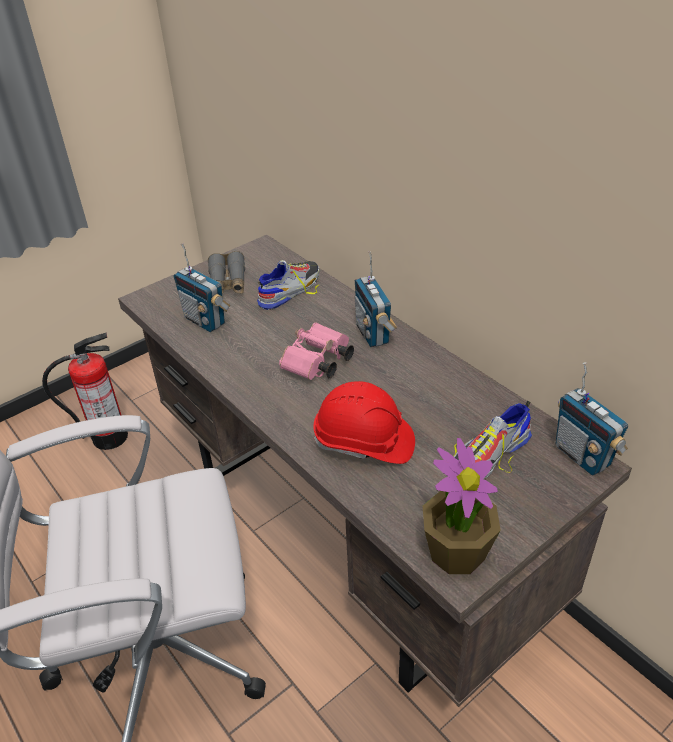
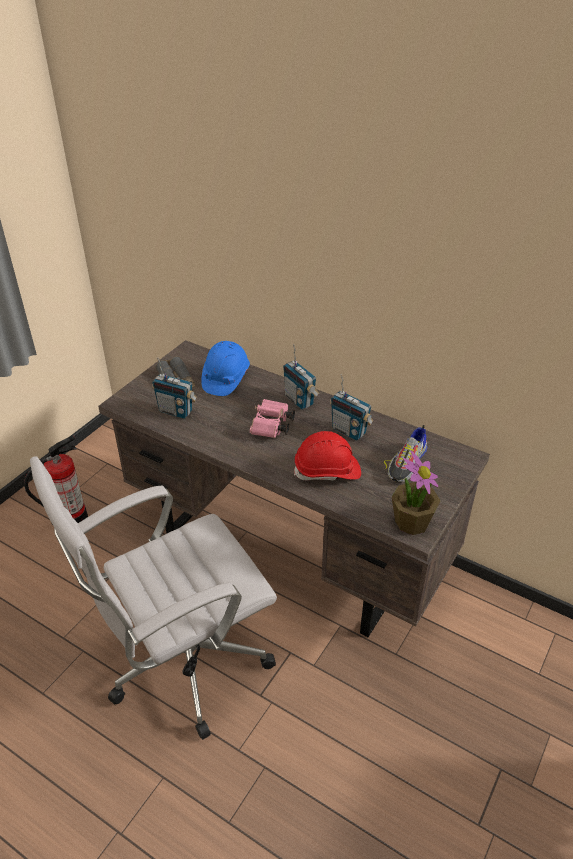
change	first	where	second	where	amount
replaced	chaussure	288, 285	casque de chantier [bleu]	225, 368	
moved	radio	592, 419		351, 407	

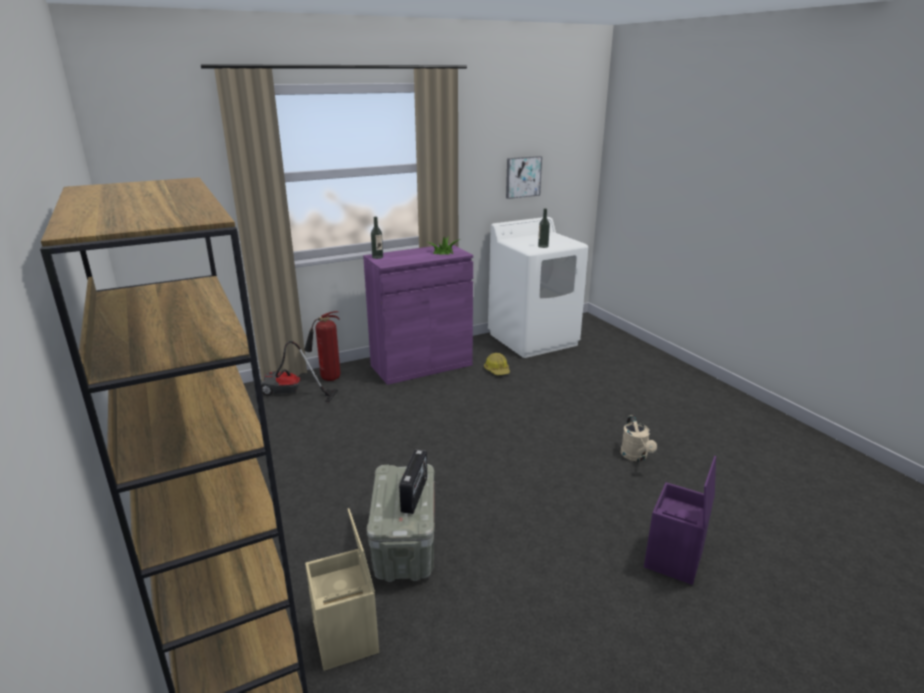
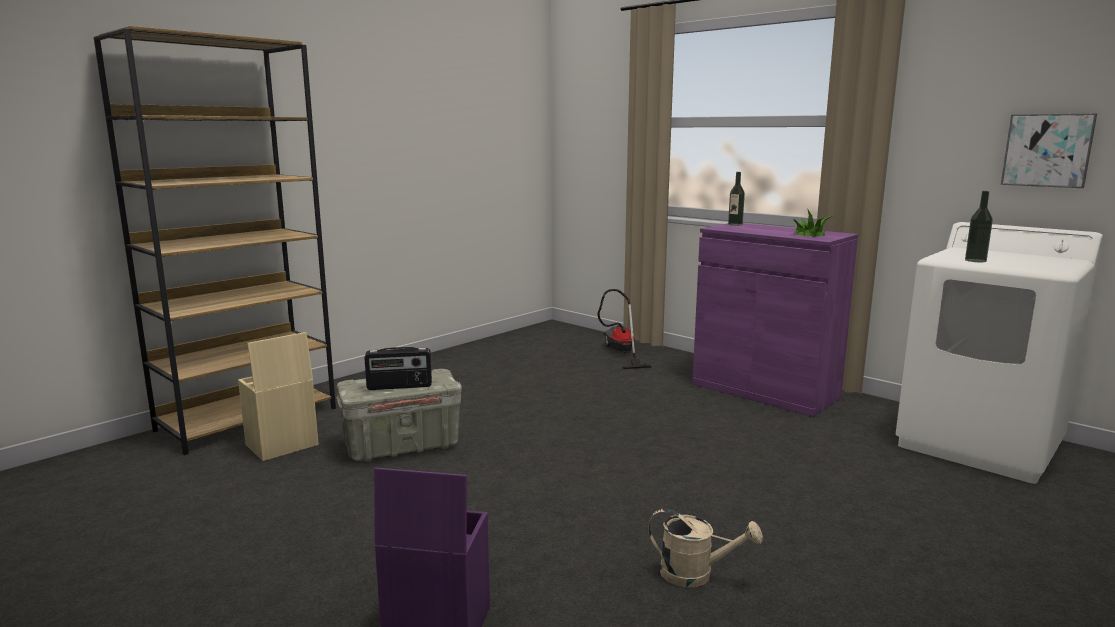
change	first	where	second	where	amount
removed	extincteur	322, 346			
removed	casque de chantier	497, 364			
turned	arrosoir [beige]	639, 438		705, 547	135 degrees counterclockwise

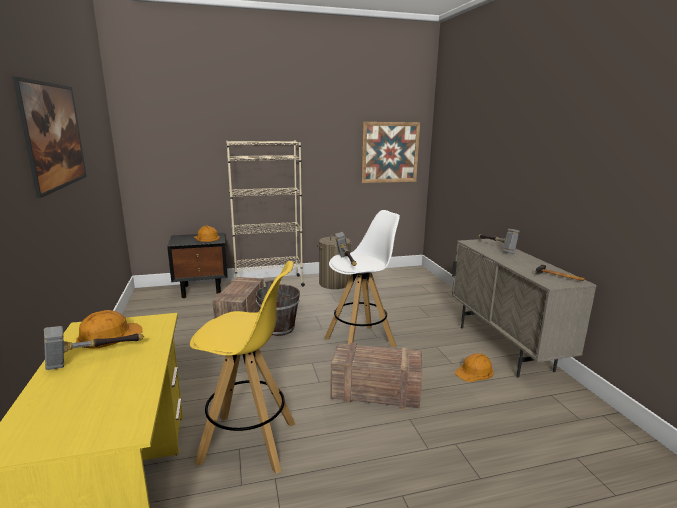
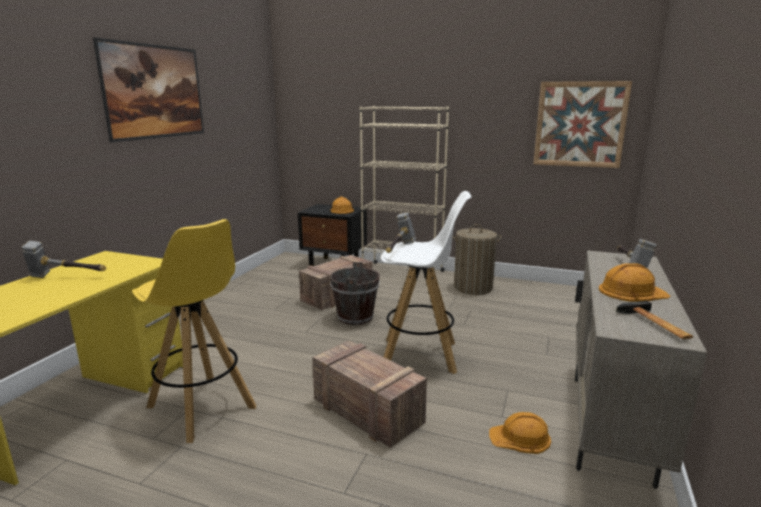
change	first	where	second	where	amount
moved	casque de chantier [orange]	109, 329		635, 282	

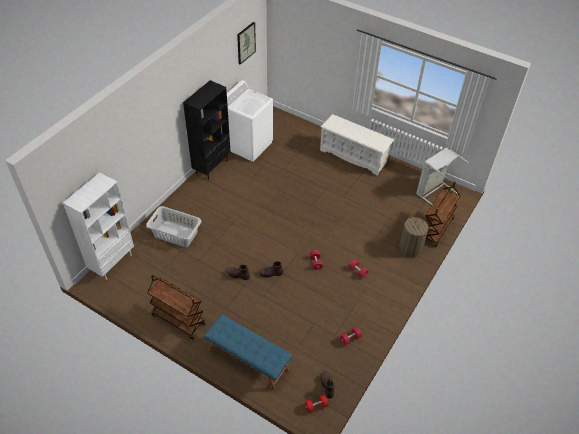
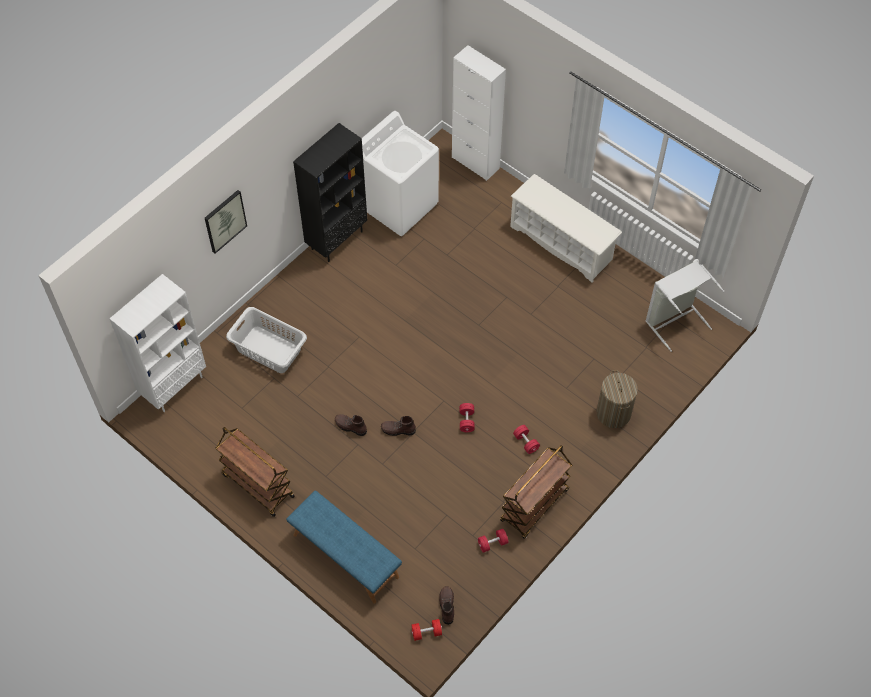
change	first	where	second	where	amount
moved	tableau	246, 43		226, 222	
moved	chariot [marron]	443, 214		536, 492	
added			meuble de rangement [blanc]	479, 113	

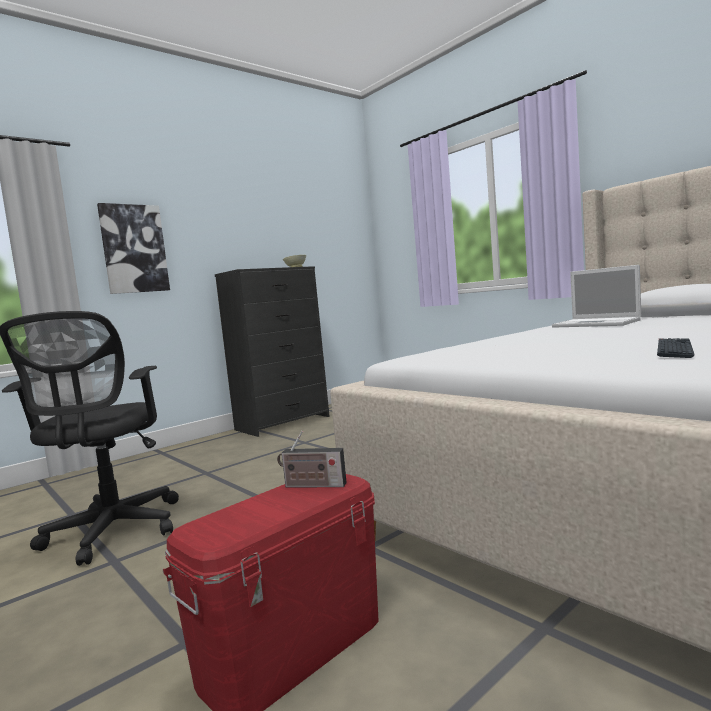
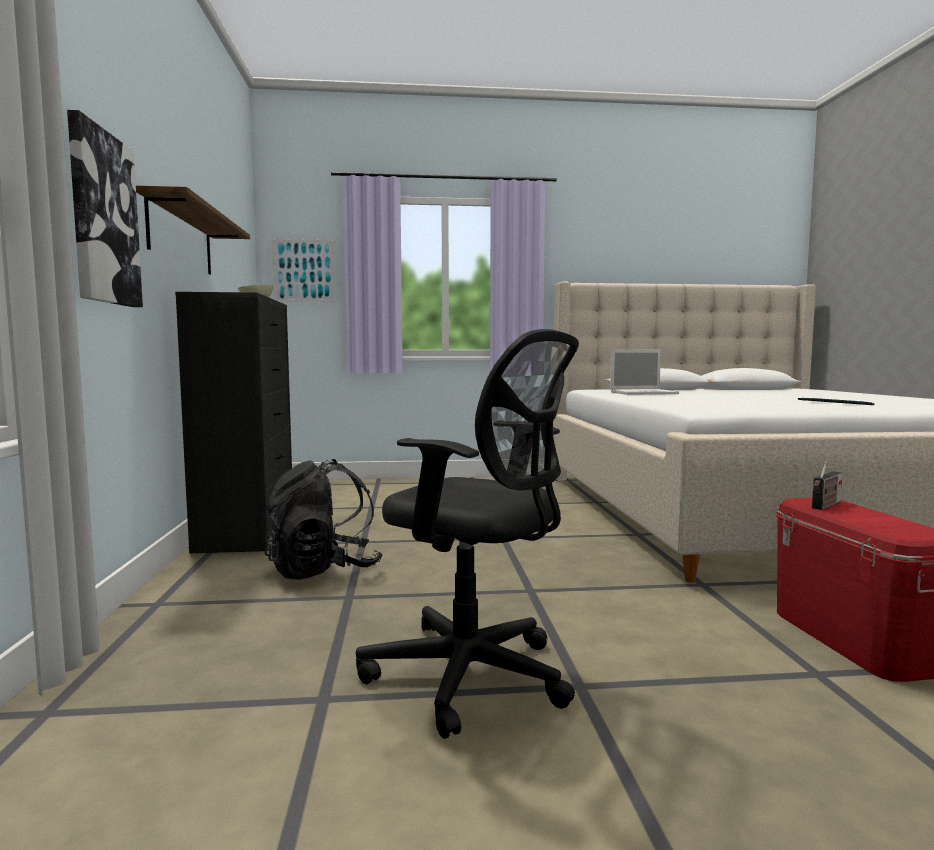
change	first	where	second	where	amount
added			étagère	193, 230	
added			tableau	304, 270	
added			sac à dos [noir]	324, 519	

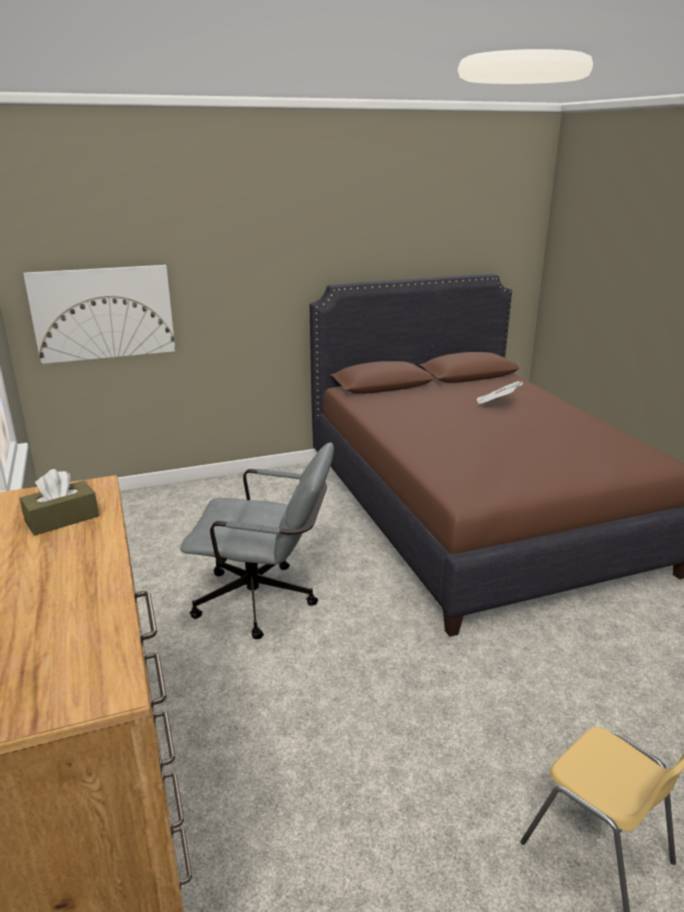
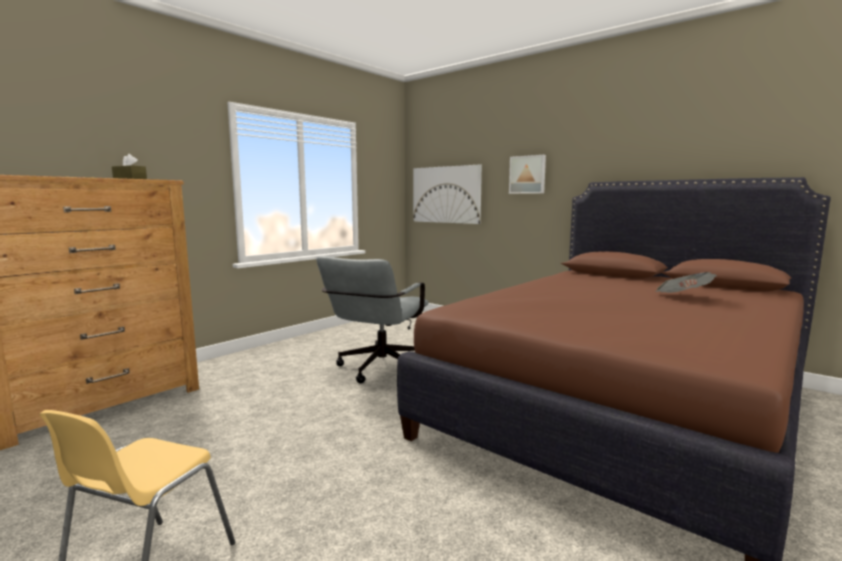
change	first	where	second	where	amount
turned	chaise de bureau [gris]	257, 540		372, 319	45 degrees clockwise
added			tableau	527, 174	

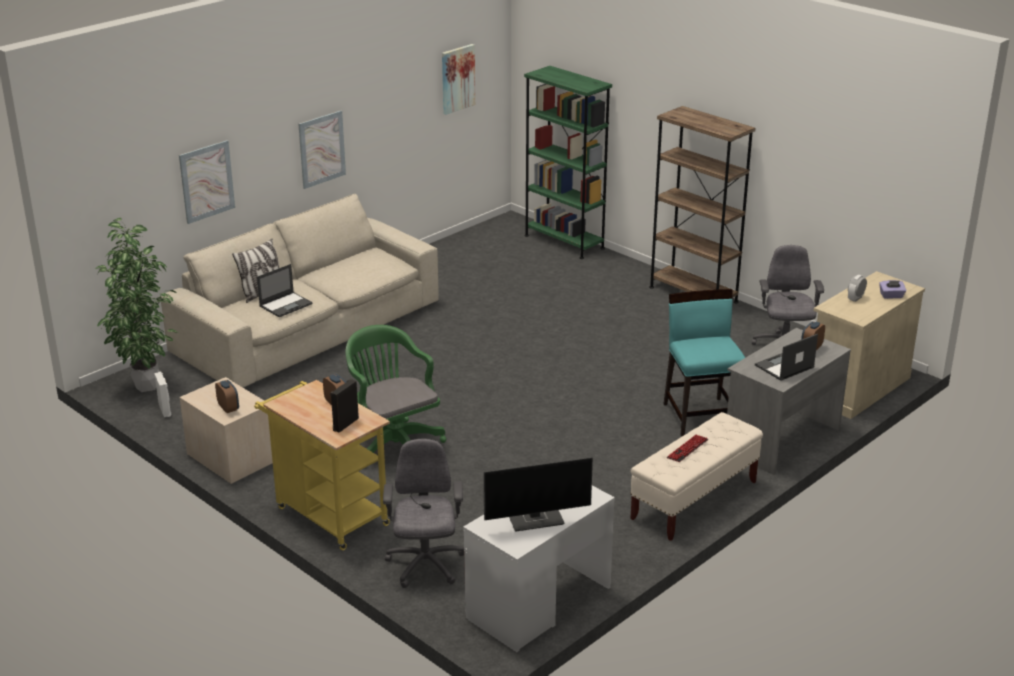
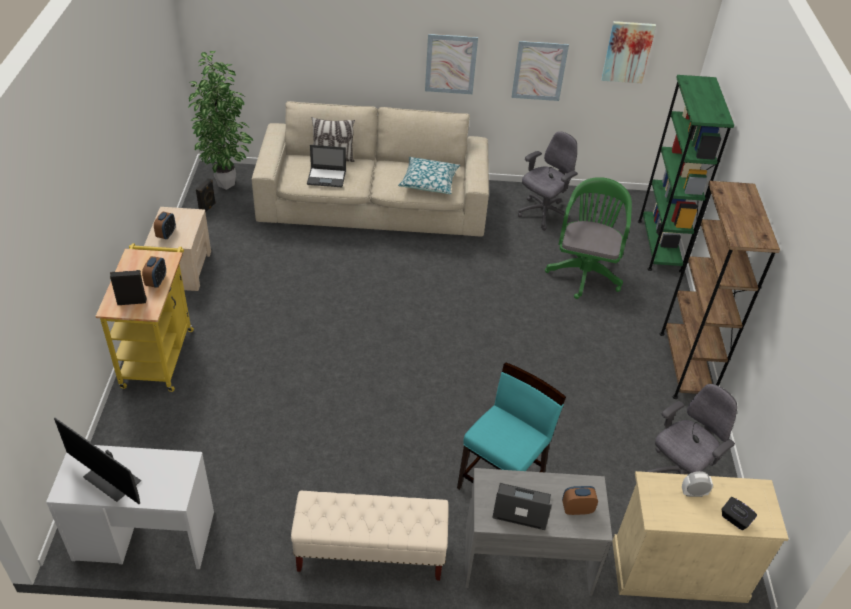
change	first	where	second	where	amount
moved	tableau	207, 182		540, 71	
recoloured	boîte à mouchoirs [violet]	892, 289	boîte à mouchoirs [noir]	739, 513	
moved	chaise de bureau [vert]	395, 389		588, 238	
recoloured	enceinte [blanc]	162, 394	enceinte [noir]	206, 195	
removed	clavier	687, 448			
moved	chaise de bureau [gris]	423, 513		548, 181	
added			coussin	429, 175	

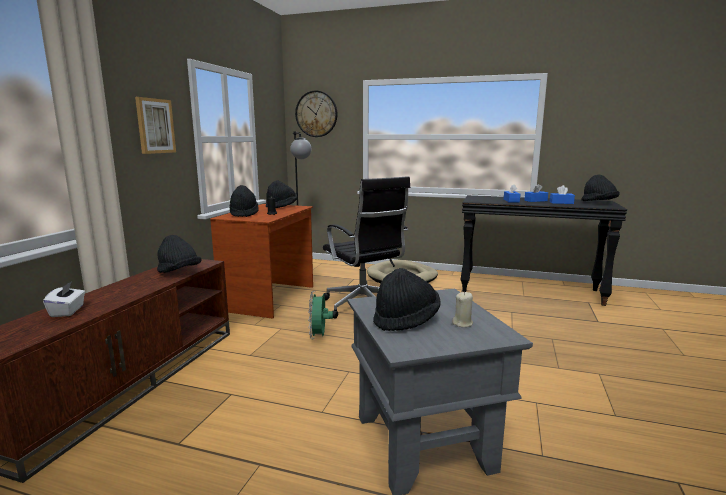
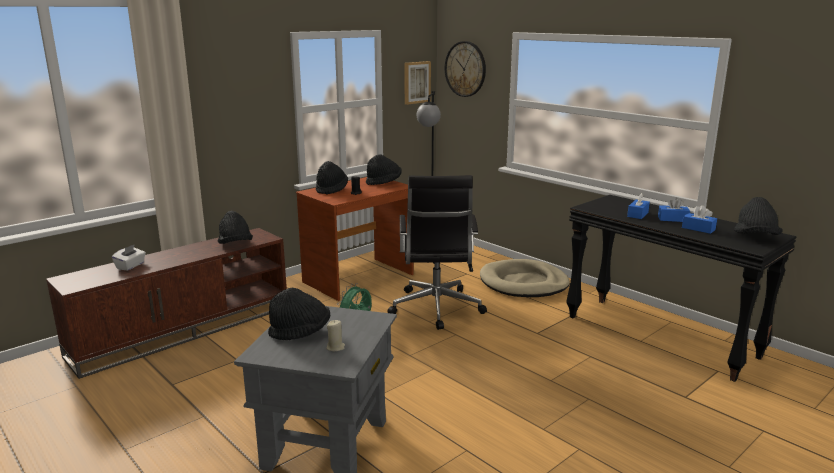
change	first	where	second	where	amount
moved	tableau	155, 125		417, 83	

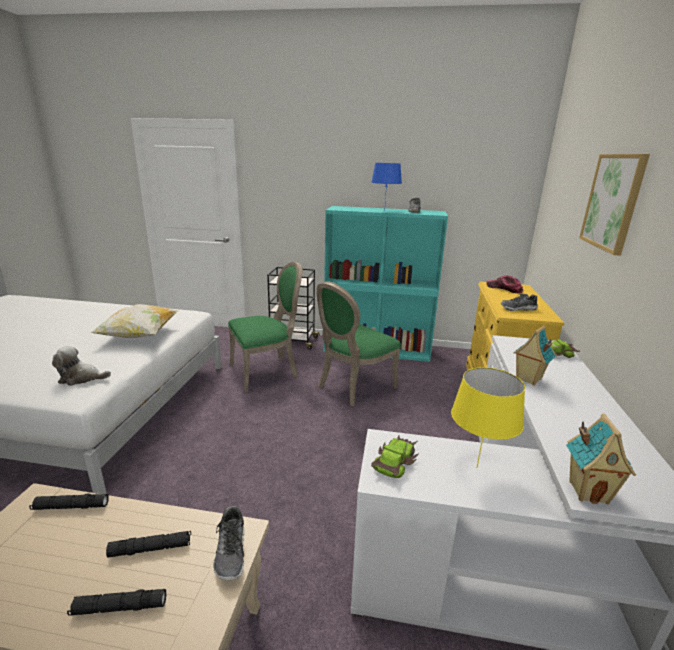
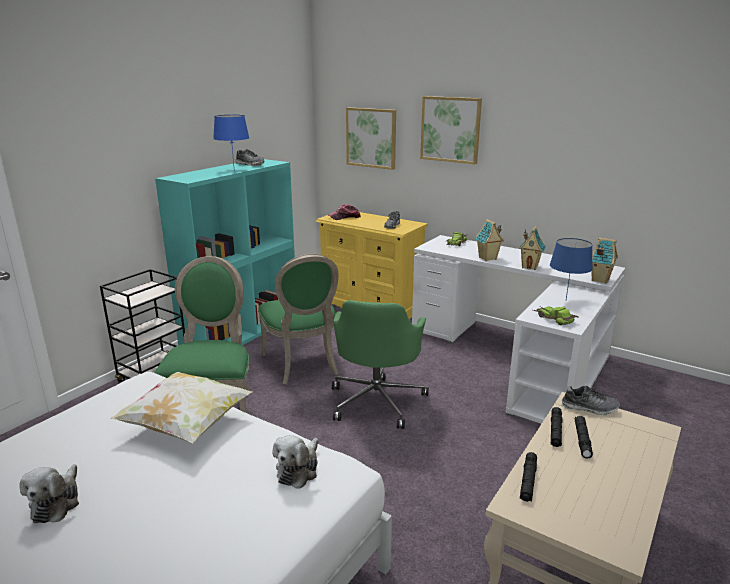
change	first	where	second	where	amount
recoloured	lampe de table [jaune]	488, 417	lampe de table [bleu]	571, 268	
moved	lampe de poche [noir]	116, 602		556, 427	
added			tableau	371, 138	
added			maison miniature	532, 248	
added			chaise de bureau [vert]	380, 364	
added			peluche	49, 493	

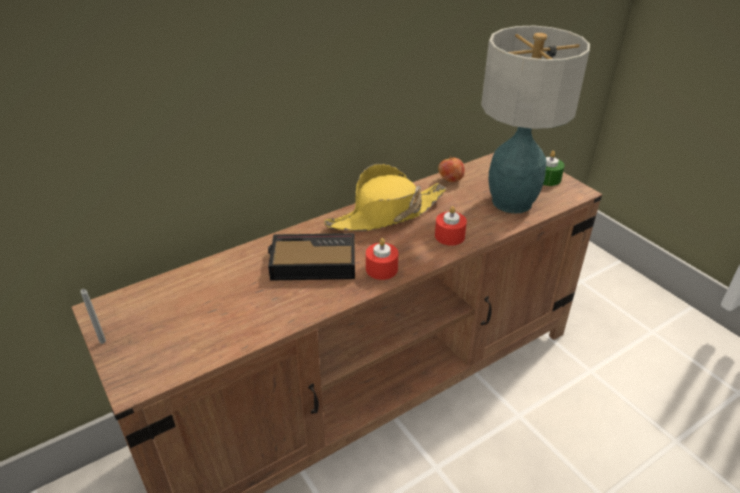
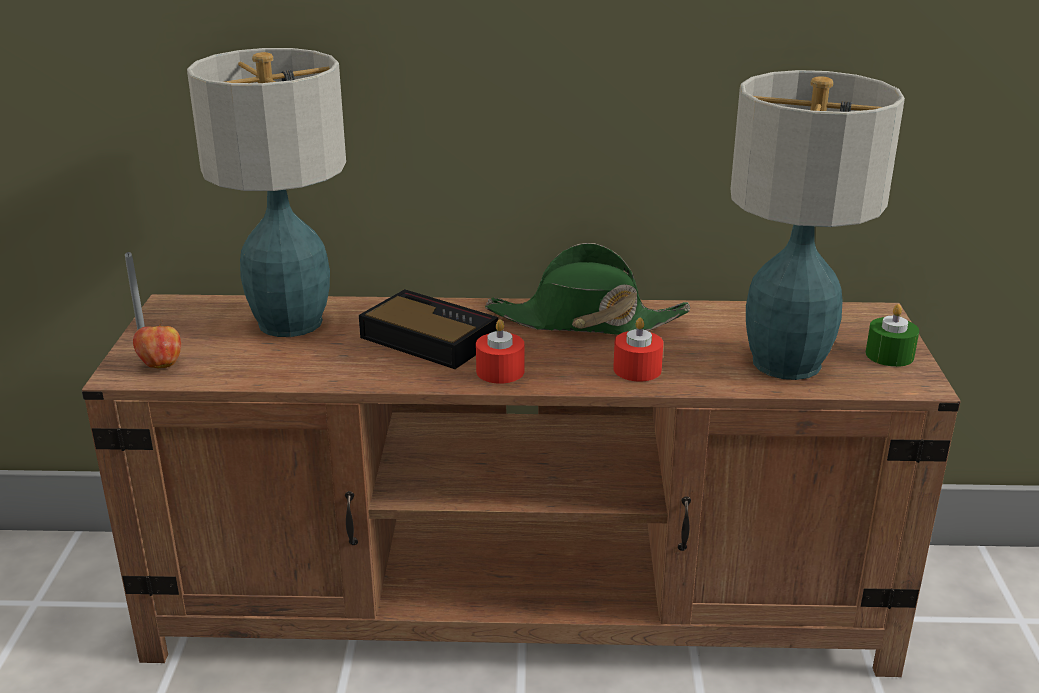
change	first	where	second	where	amount
moved	pomme	451, 168		157, 344	
recoloured	chapeau [jaune]	385, 197	chapeau [vert]	587, 289	
added			lampe de table	266, 192	

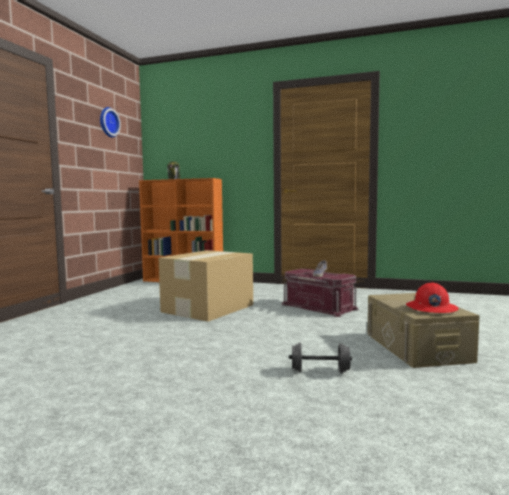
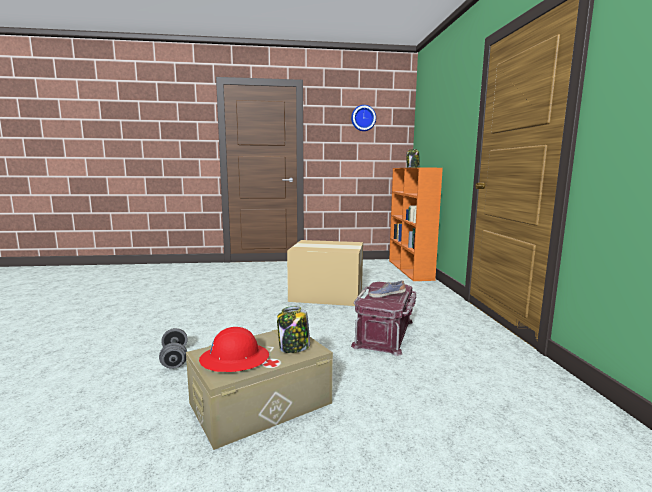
change	first	where	second	where	amount
added			bocal	293, 329	

